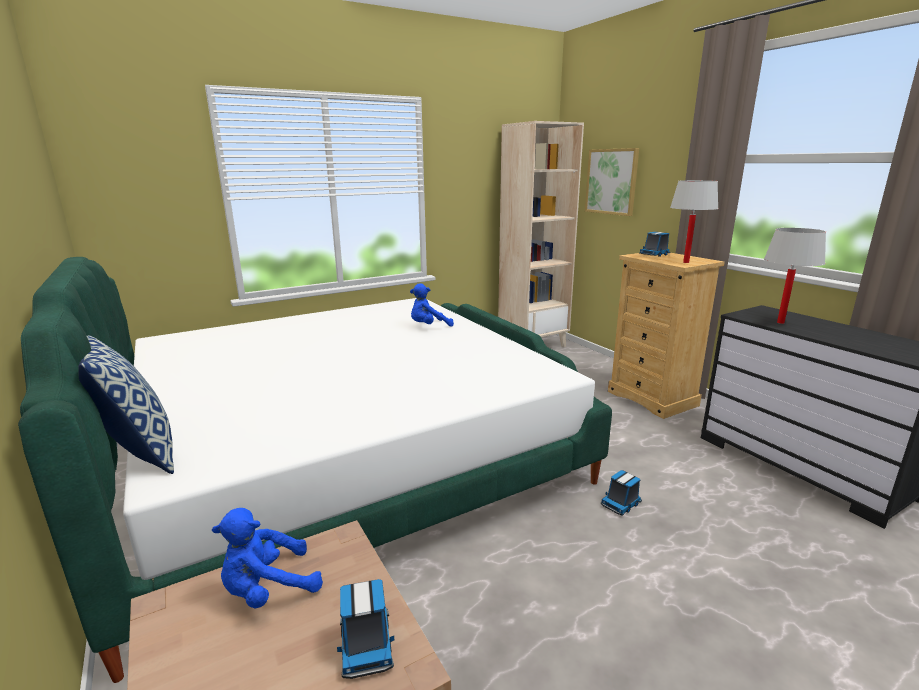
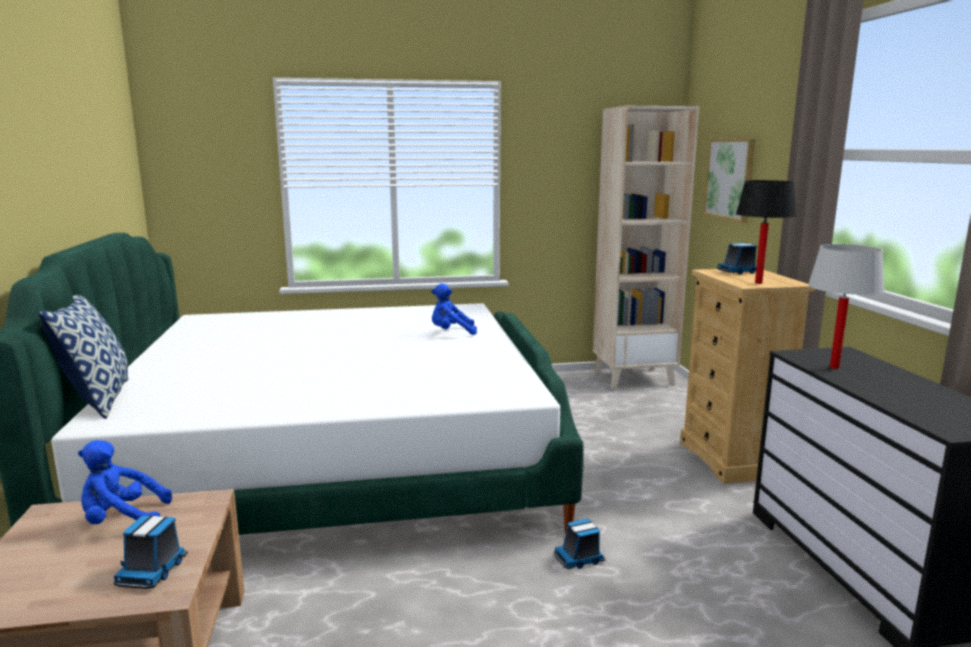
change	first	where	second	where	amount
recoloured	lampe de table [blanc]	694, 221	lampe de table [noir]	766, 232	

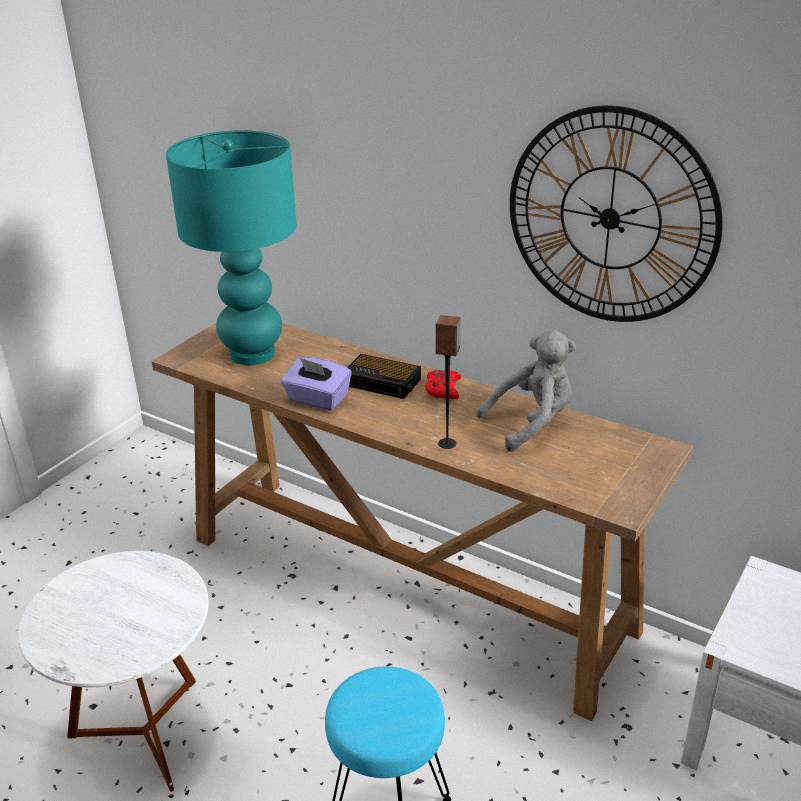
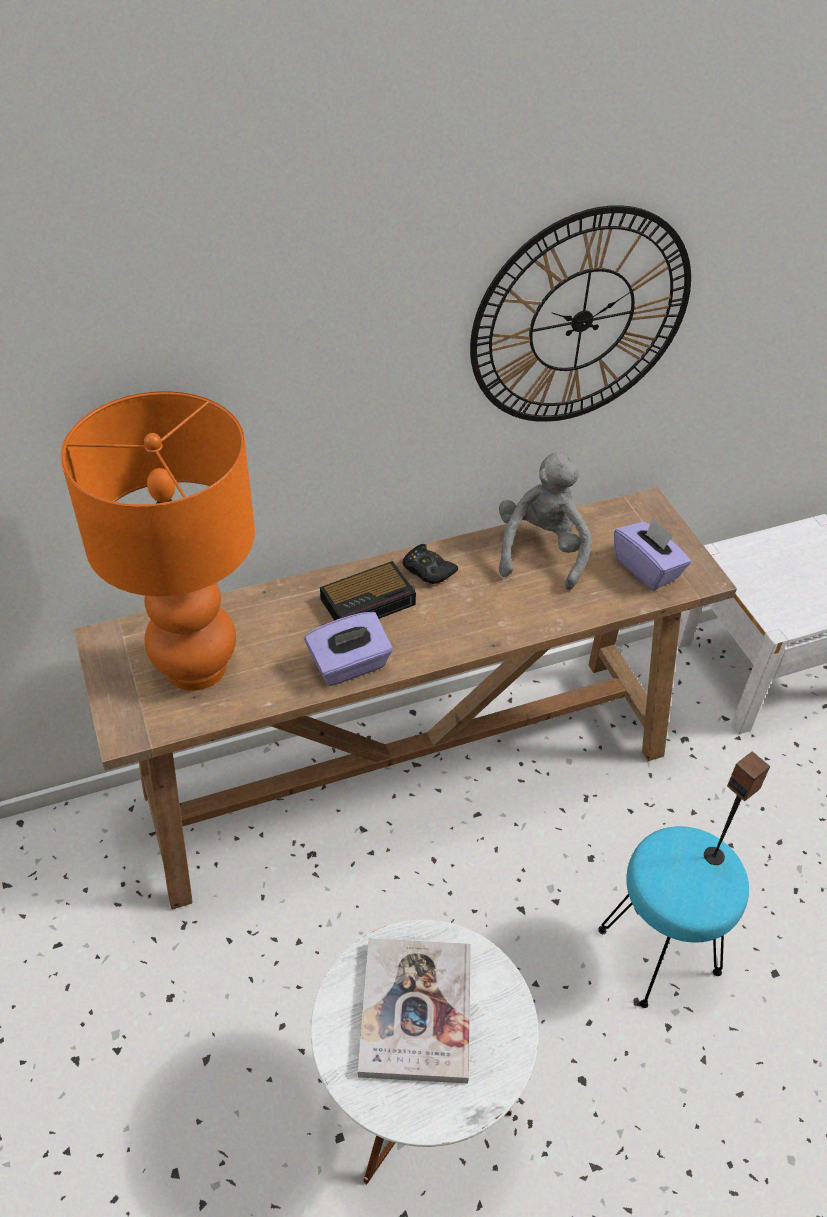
change	first	where	second	where	amount
recoloured	lampe de table [turquoise]	231, 247	lampe de table [orange]	158, 541	
moved	enceinte	448, 382		737, 808	
recoloured	manette [rouge]	443, 384	manette [noir]	430, 564	
added			boîte à mouchoirs [violet]	652, 554	
added			livre	414, 1011	

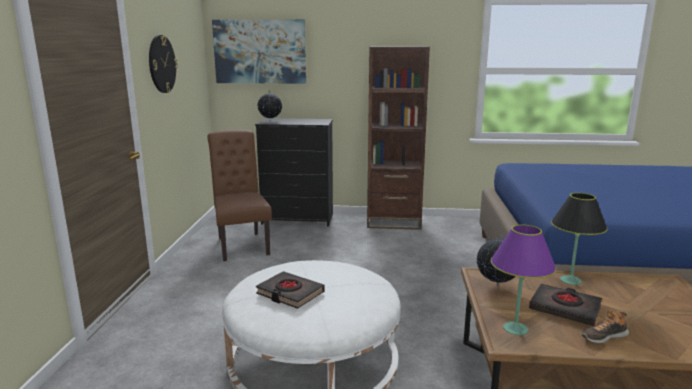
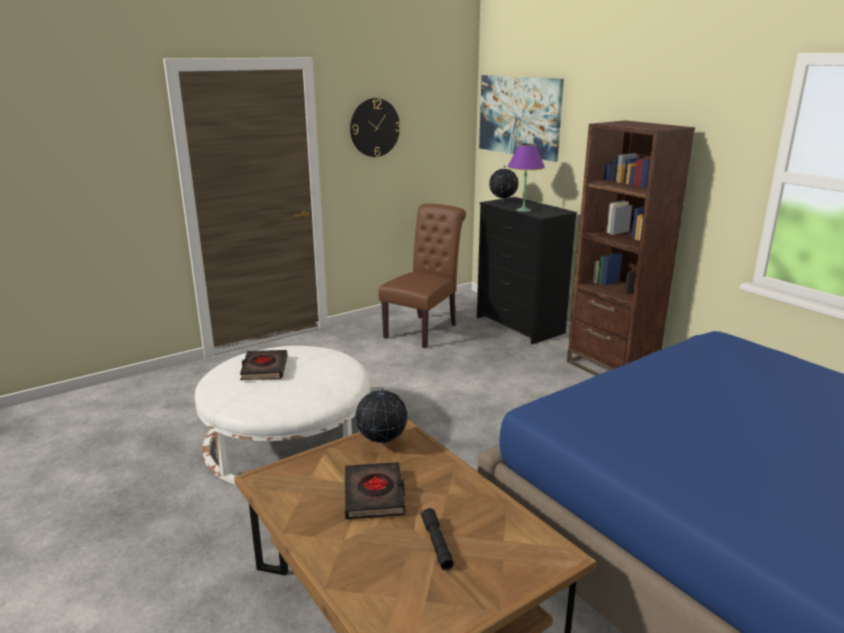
change	first	where	second	where	amount
removed	lampe de table [noir]	579, 239			
moved	lampe de table [violet]	523, 280		526, 177	
removed	chaussure	605, 326			
added			lampe de poche [noir]	437, 539	

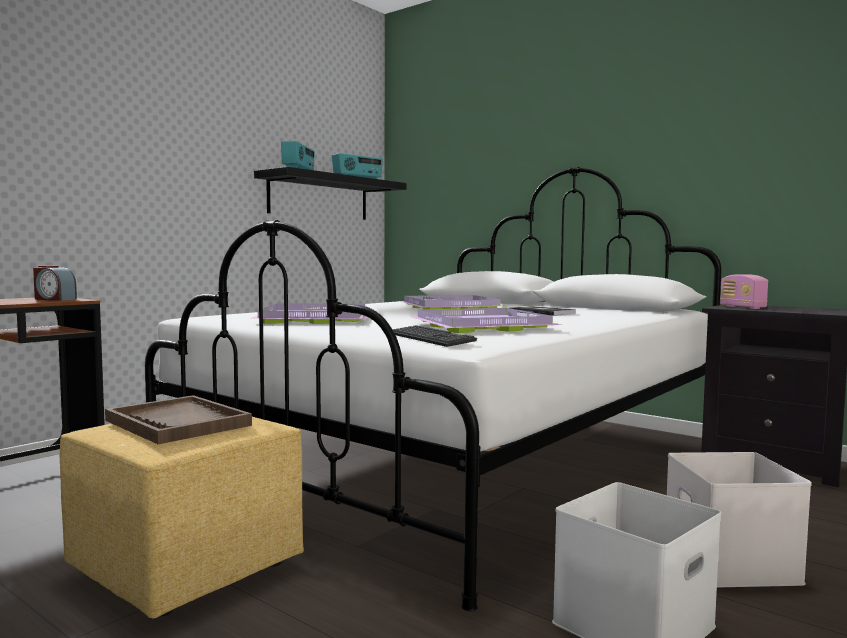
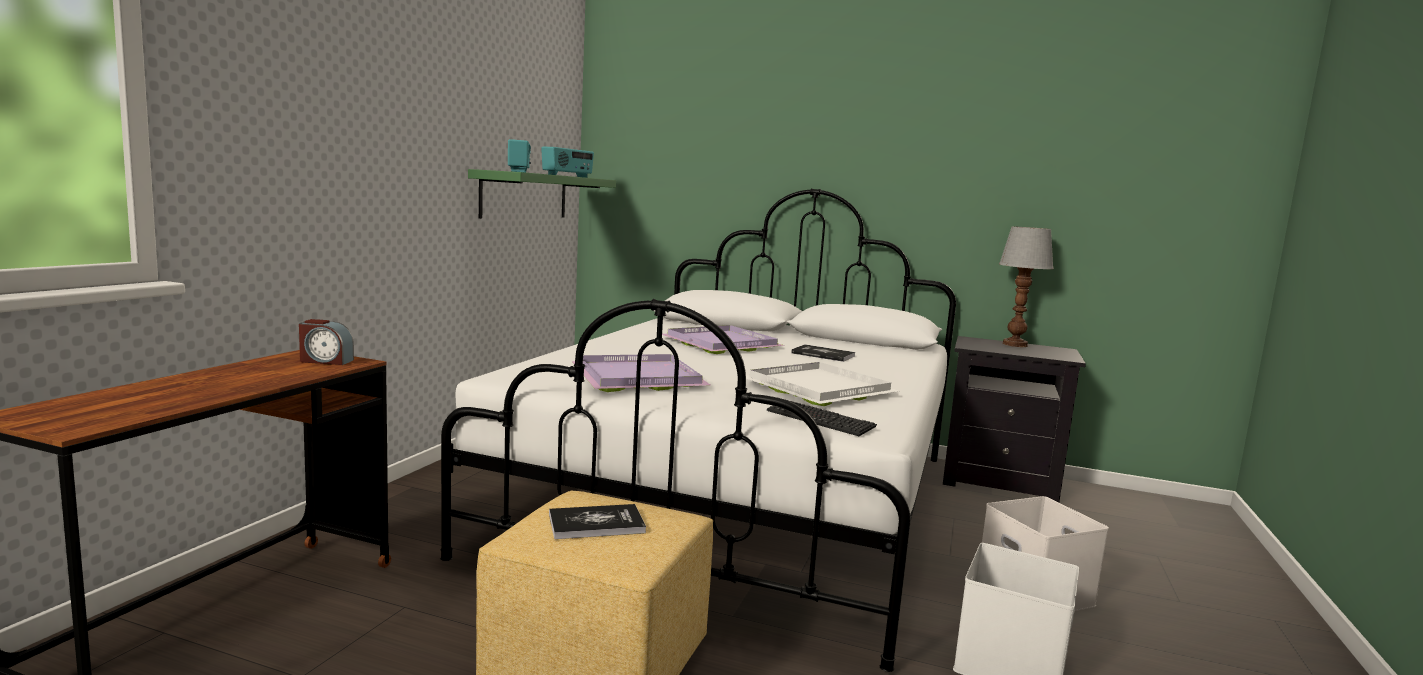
change	first	where	second	where	amount
recoloured	étagère [noir]	330, 193	étagère [vert]	542, 194	
removed	radio	744, 291			
recoloured	plateau [violet]	487, 320	plateau [blanc]	822, 384	
replaced	plateau [marron]	178, 419	livre	597, 521	
added			lampe de table	1026, 286	

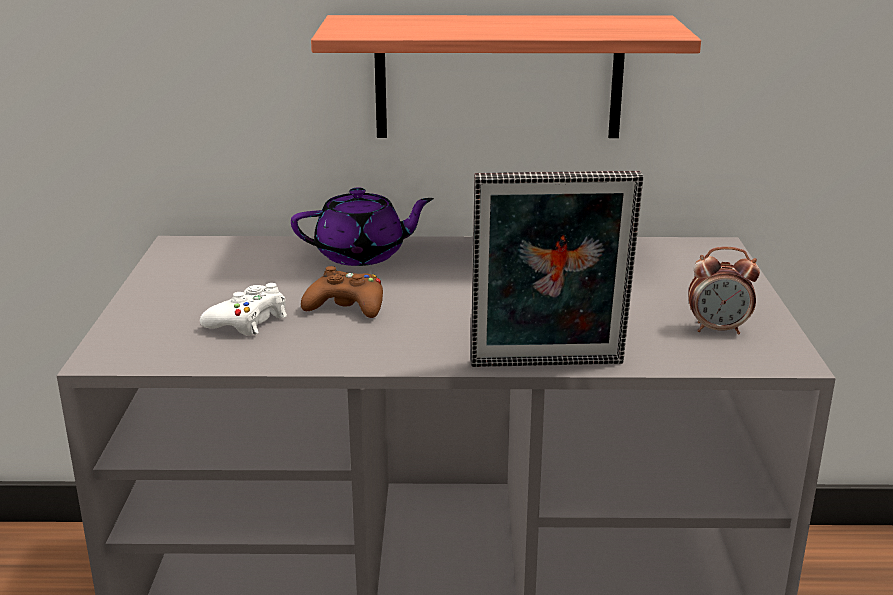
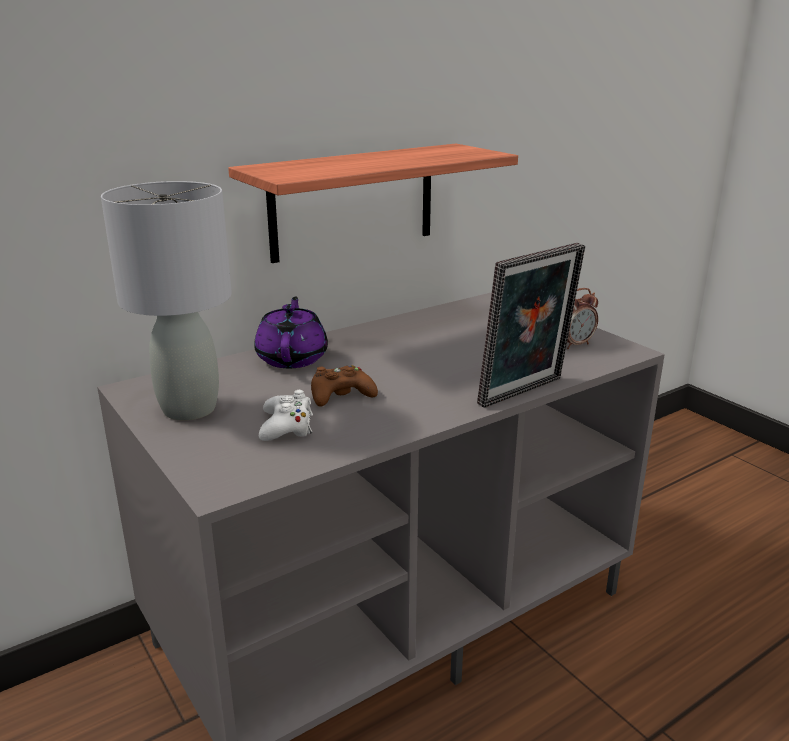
change	first	where	second	where	amount
turned	théière [violet]	362, 227		291, 332	45 degrees counterclockwise
added			lampe de table [gris]	166, 301	

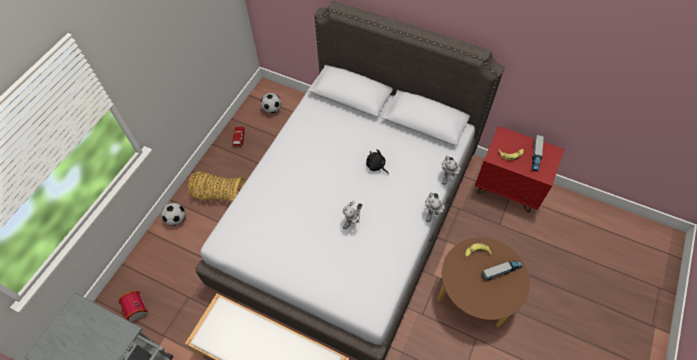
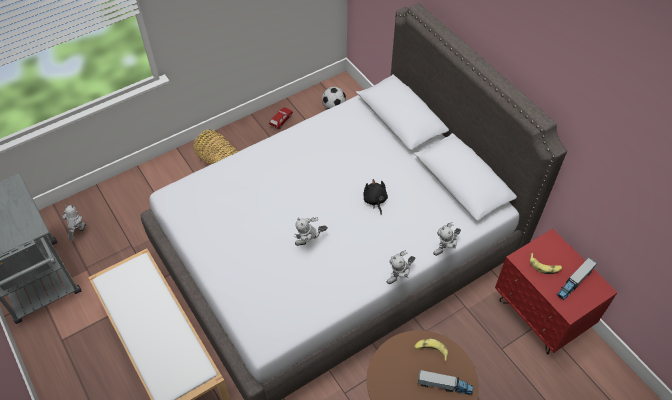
change	first	where	second	where	amount
removed	ballon de foot	173, 214			
replaced	maison miniature	134, 306	robot jouet	74, 223	

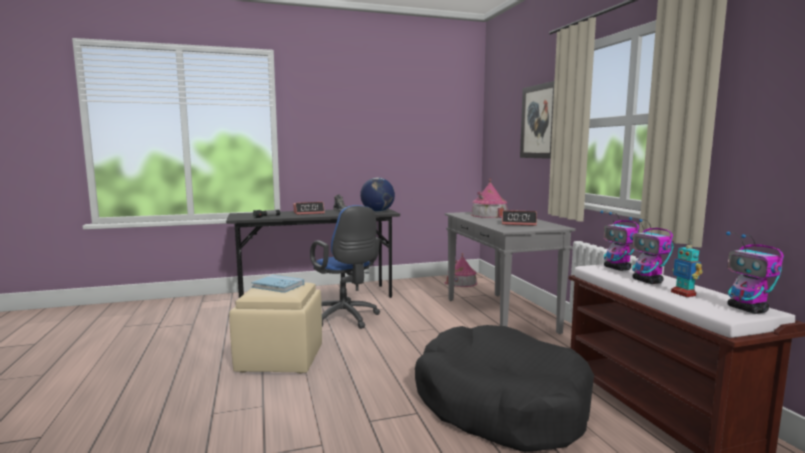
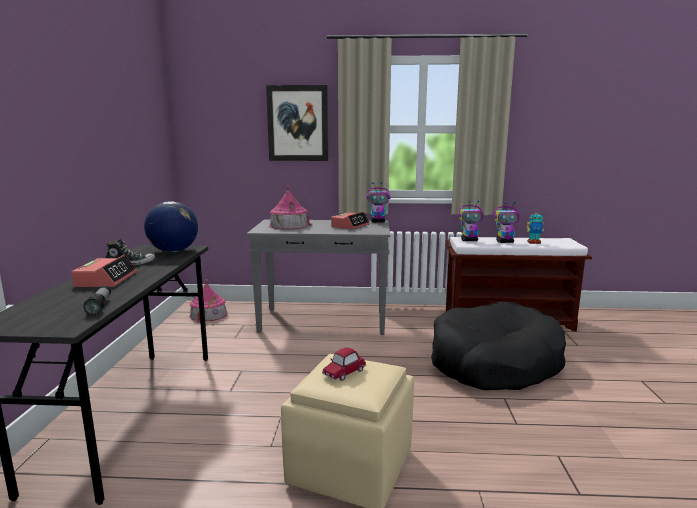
change	first	where	second	where	amount
removed	chaise de bureau [bleu]	345, 267			
moved	robot jouet	755, 273		378, 202	
replaced	livre [bleu]	277, 284	petite voiture	344, 364	

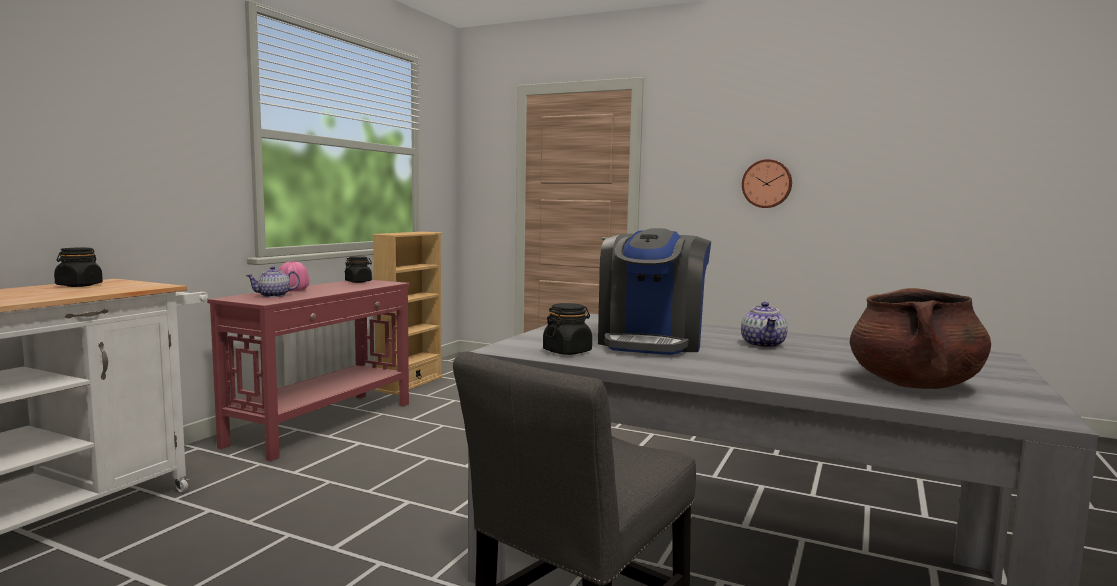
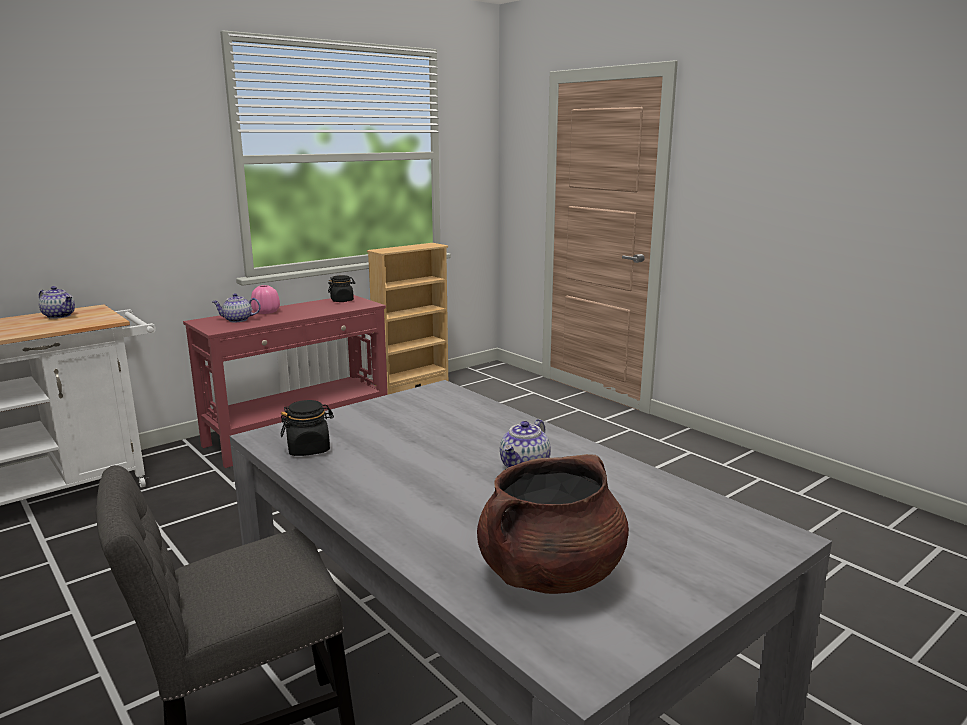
change	first	where	second	where	amount
removed	horloge murale	767, 183			
removed	machine à café	654, 291			
replaced	bocal [noir]	78, 267	théière	57, 302	

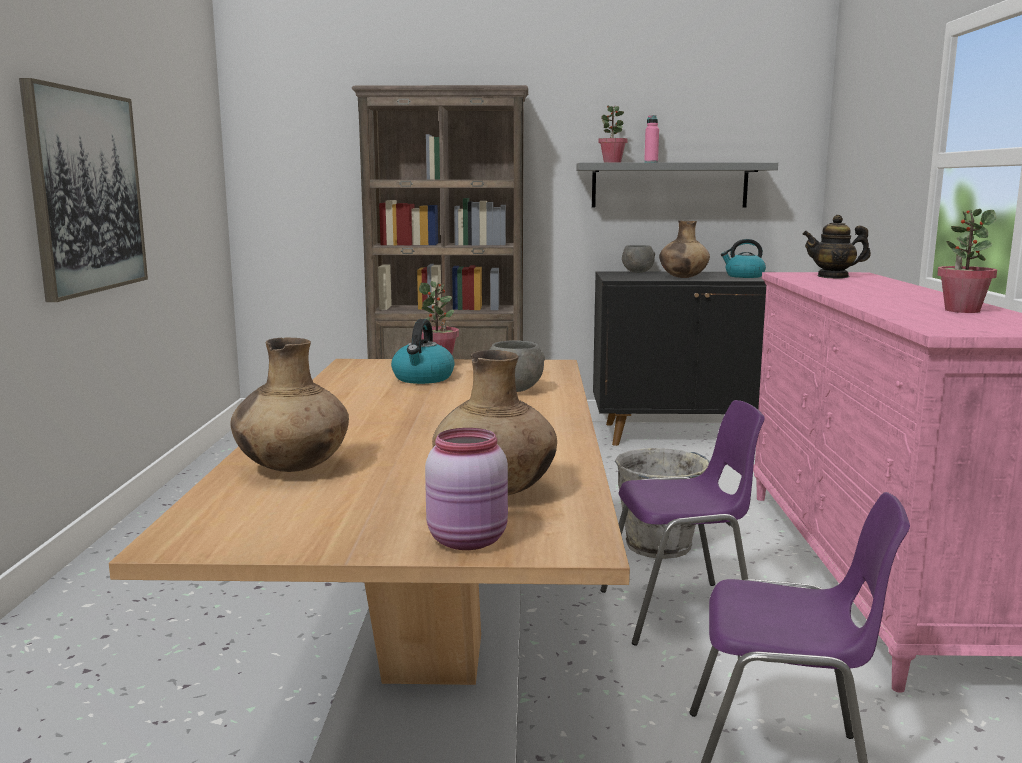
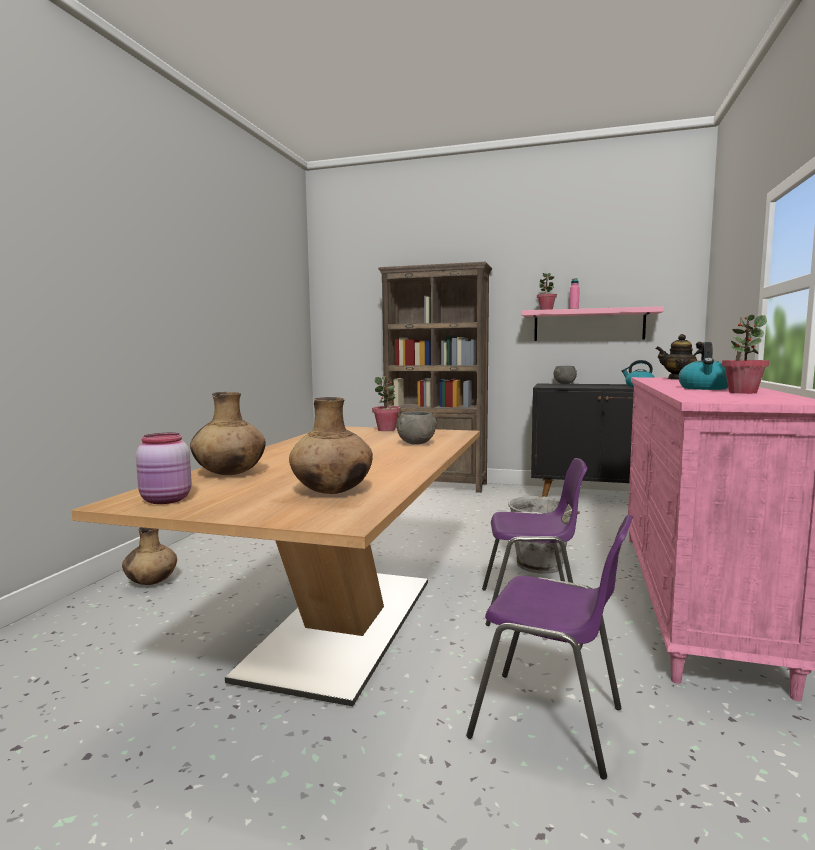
change	first	where	second	where	amount
removed	tableau	83, 190			
recoloured	étagère [gris]	677, 184	étagère [rose]	592, 323	
moved	vase [marron]	684, 249		149, 556	
moved	bouilloire	423, 351		703, 366	
moved	bocal [rose]	466, 489		164, 468	

